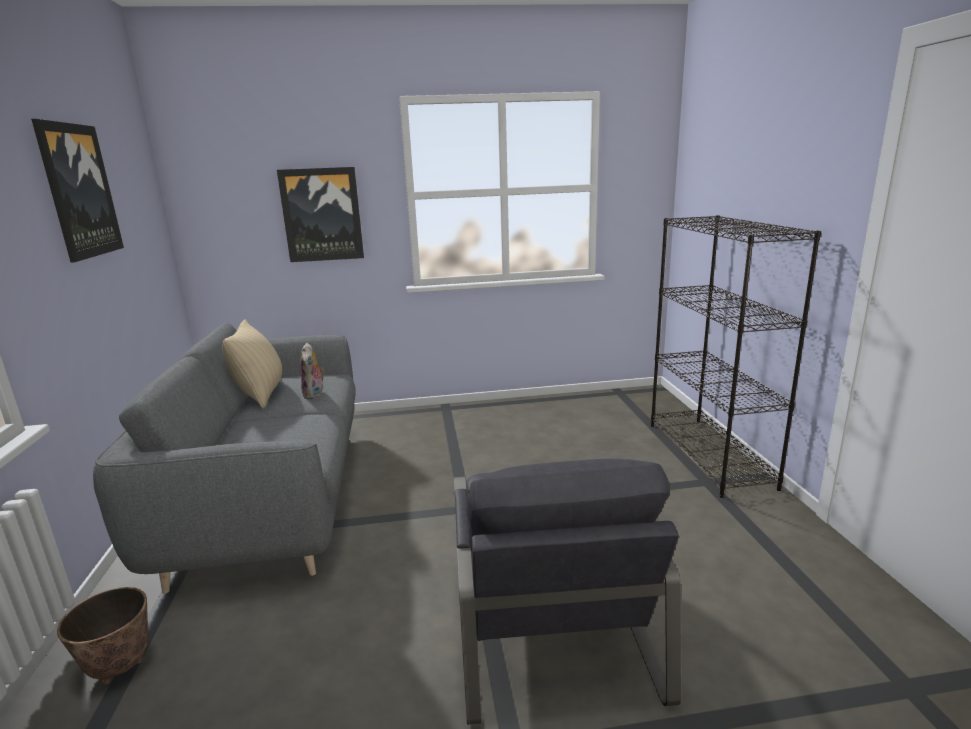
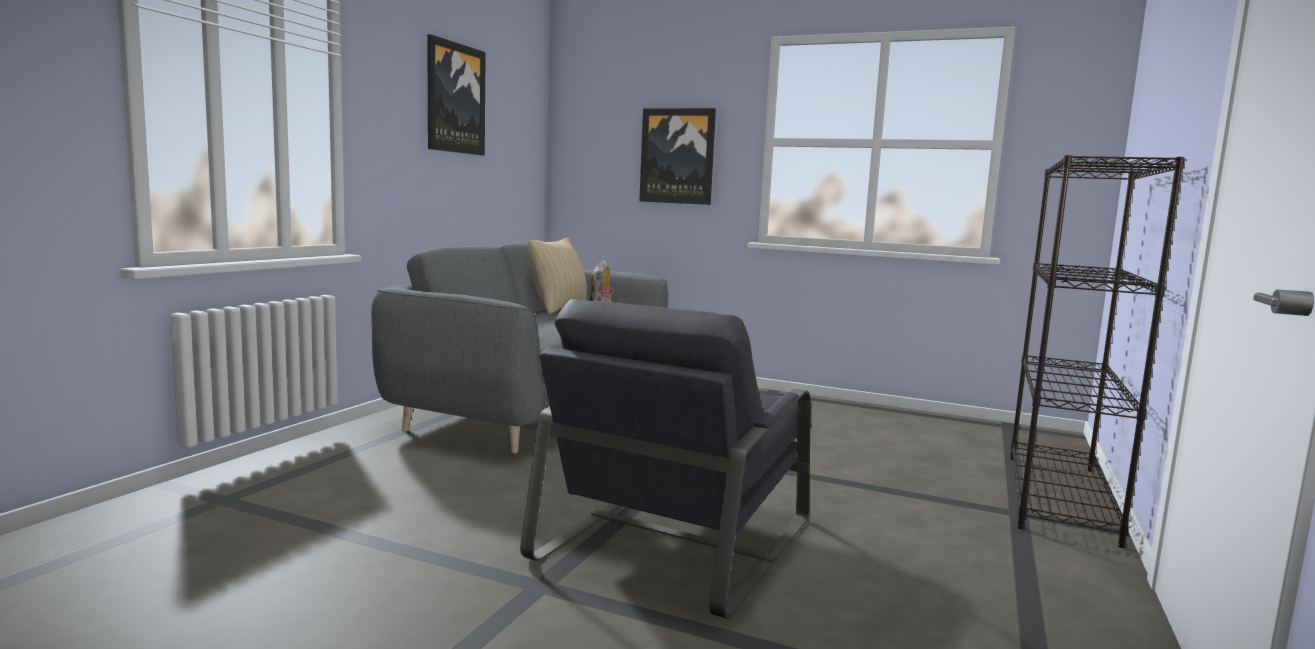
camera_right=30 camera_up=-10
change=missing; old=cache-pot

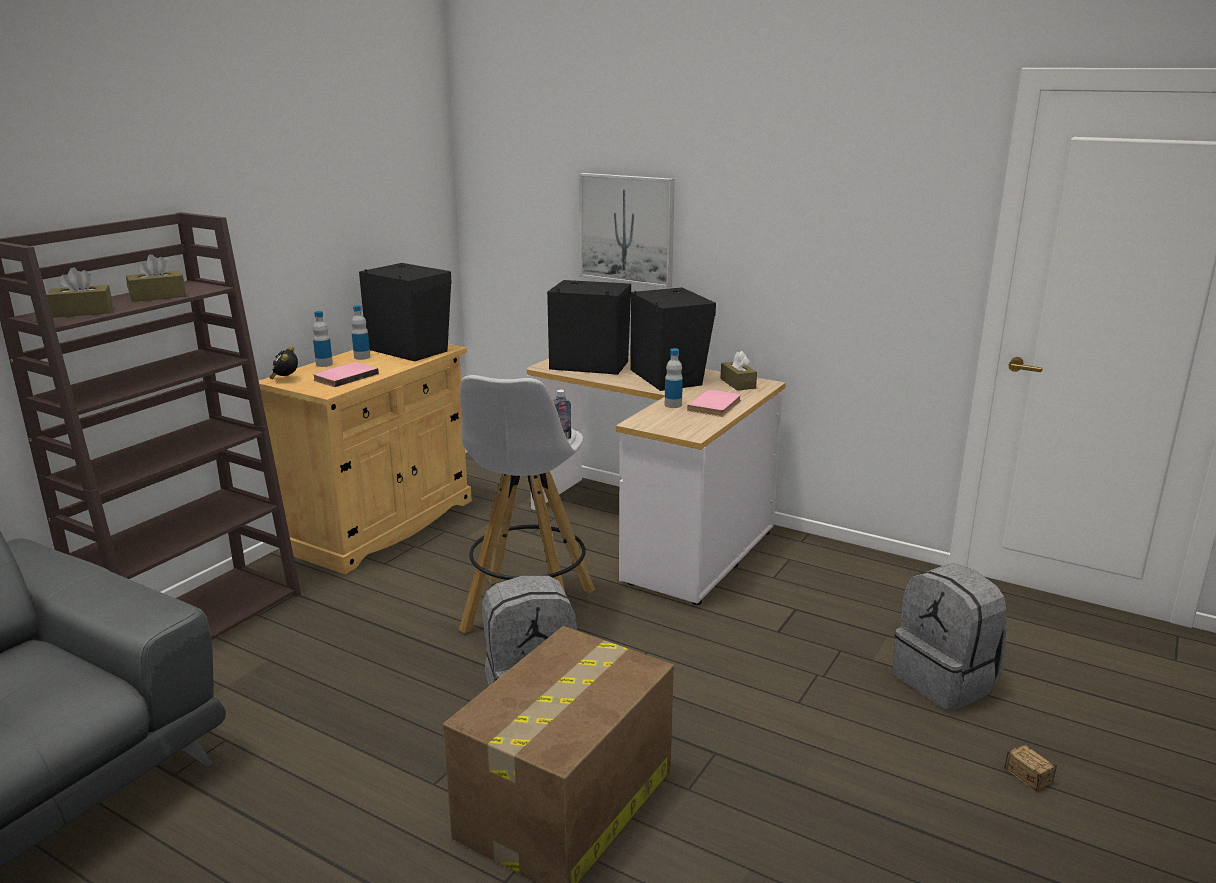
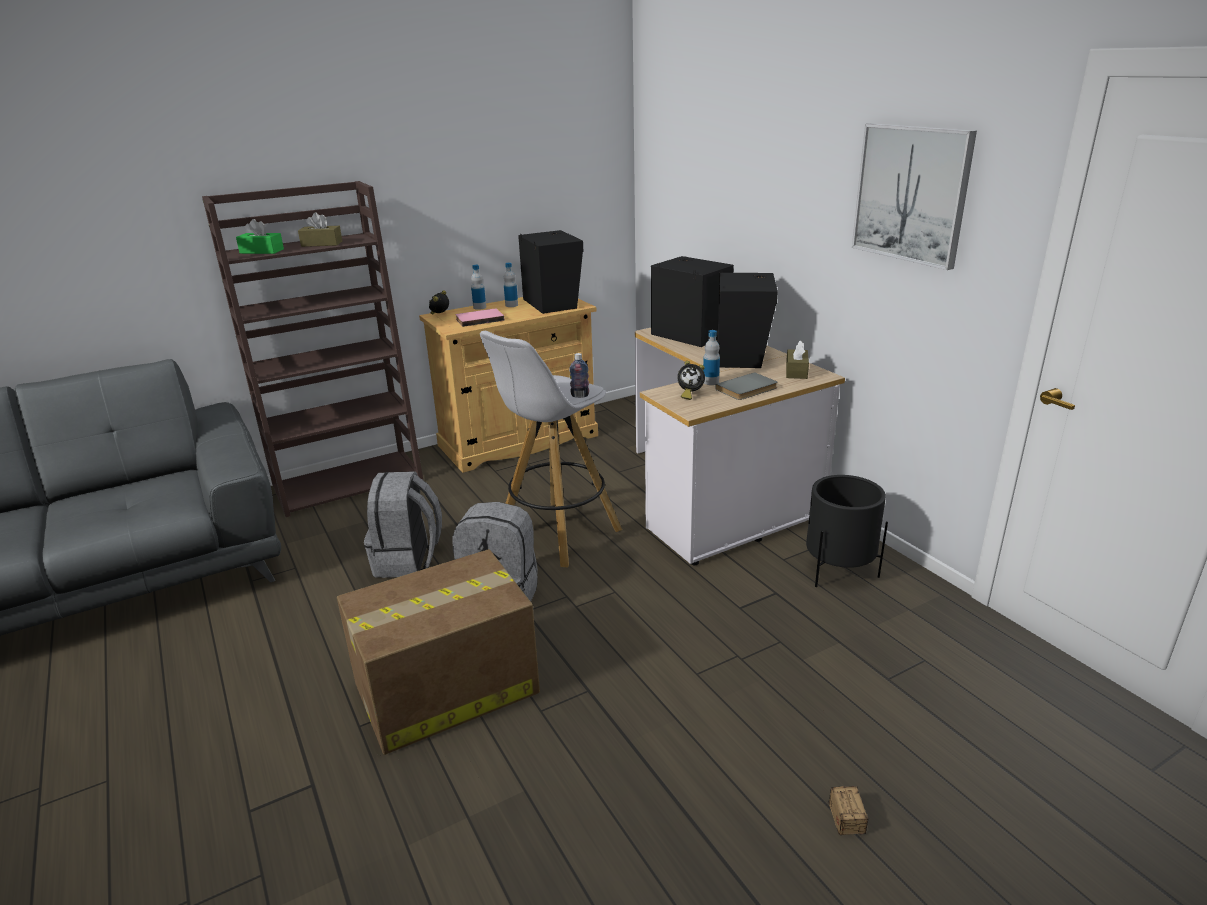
camera_right=30 camera_up=5
change=colour; old=boîte à mouchoirs (marron) (no. 1 from left); new=boîte à mouchoirs (vert)
change=relocated; old=sac à dos (gris) (no. 2 from left in the first image); new=sac à dos (gris) (no. 1 from left)
change=appeared; new=réveil (no. 2 from left)
change=colour; old=livre (rose) (no. 2 from left); new=livre (gris)
change=appeared; new=cache-pot (noir)
change=relocated; old=tableau

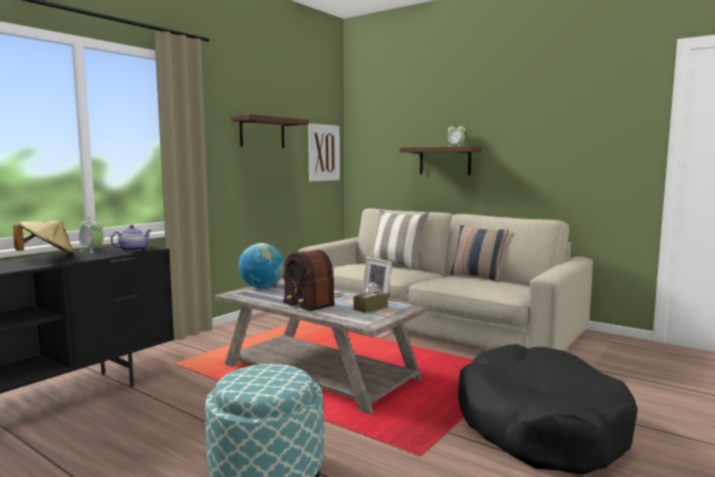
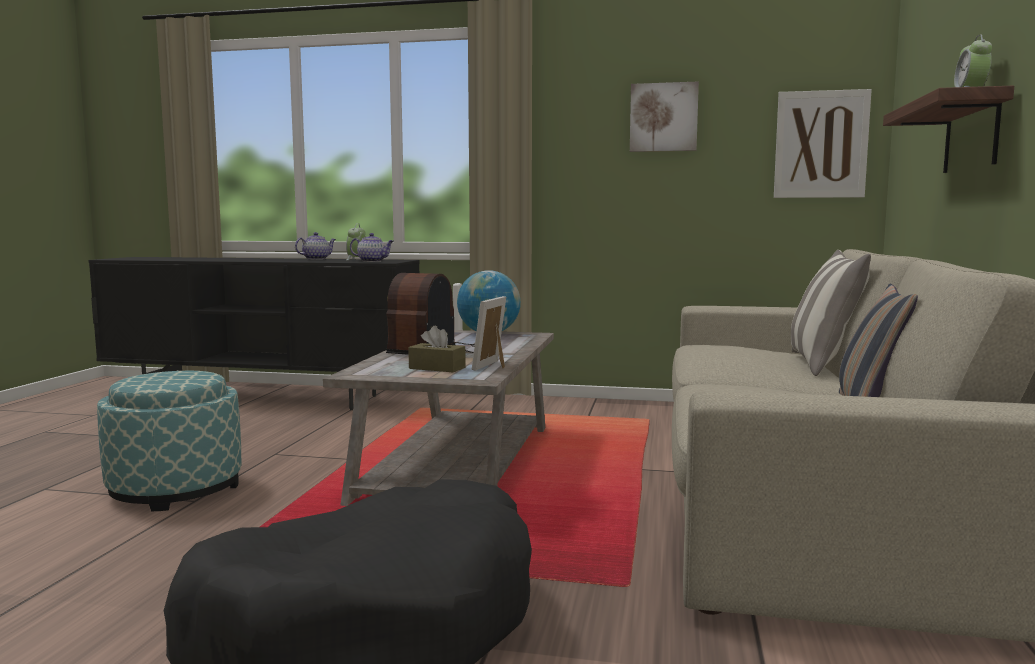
camera_right=65 camera_up=0
change=exchanged; old=chapeau (beige); new=théière (no. 1 from left)
change=exchanged; old=étagère (no. 1 from left); new=tableau (no. 1 from left)

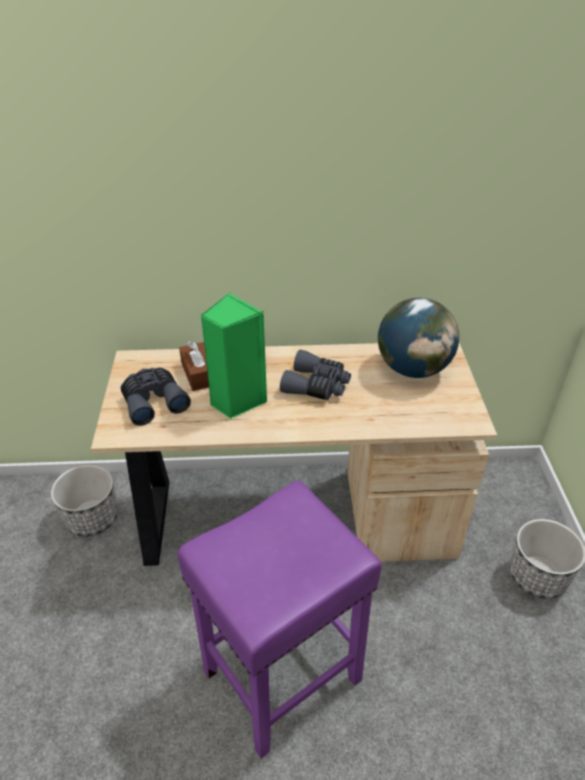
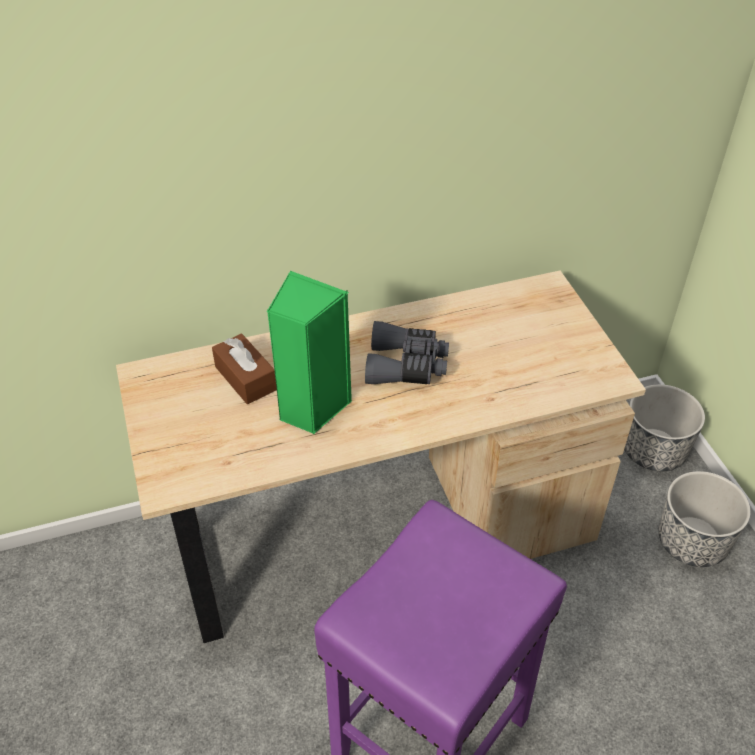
camera_right=-15 camera_up=5
change=relocated; old=cache-pot (no. 1 from left)
change=missing; old=jumelles (gris) (no. 1 from left)
change=missing; old=globe

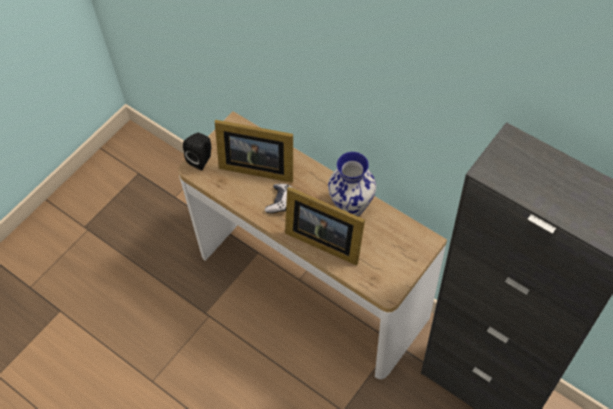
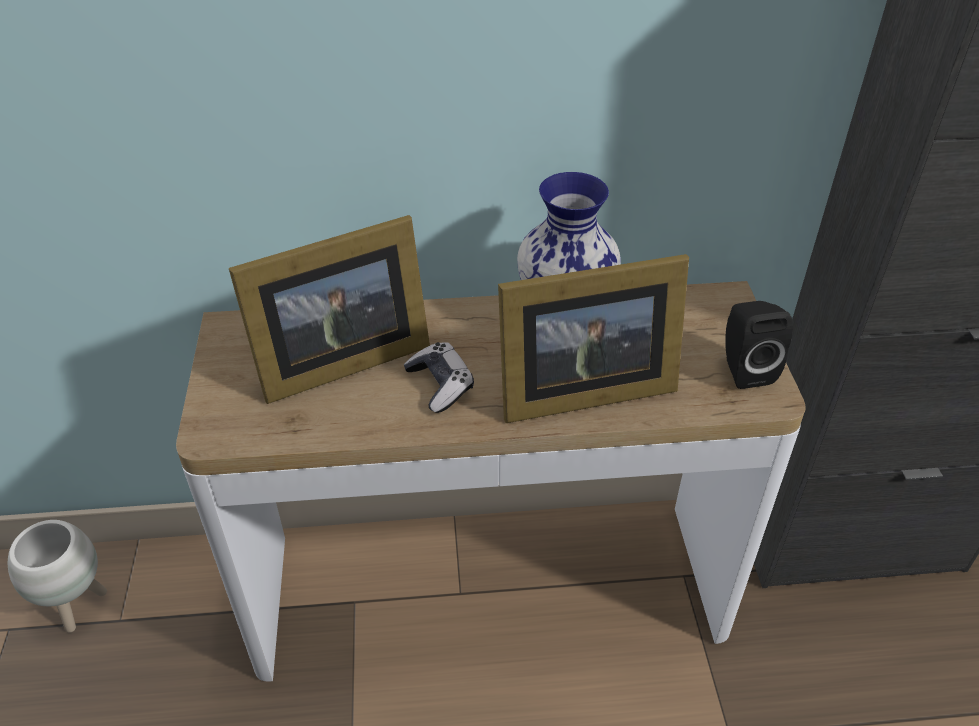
camera_right=-45 camera_up=-15
change=appeared; new=cache-pot (blanc)
change=relocated; old=enceinte (noir)

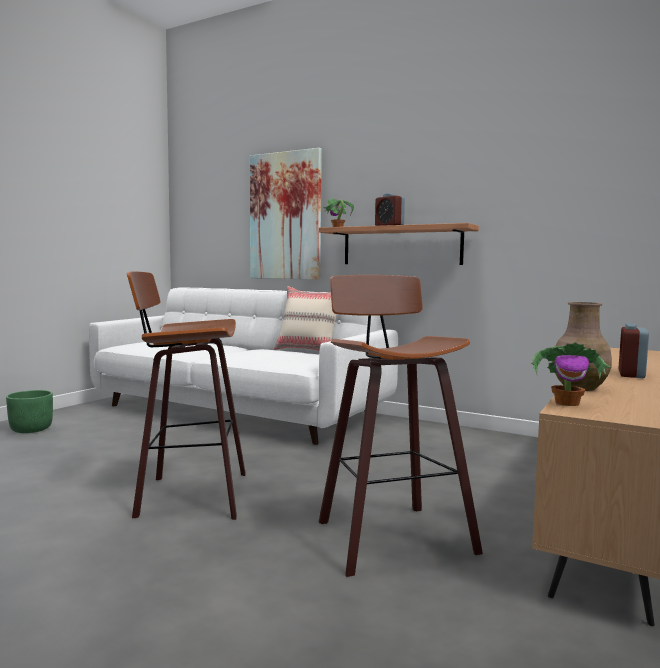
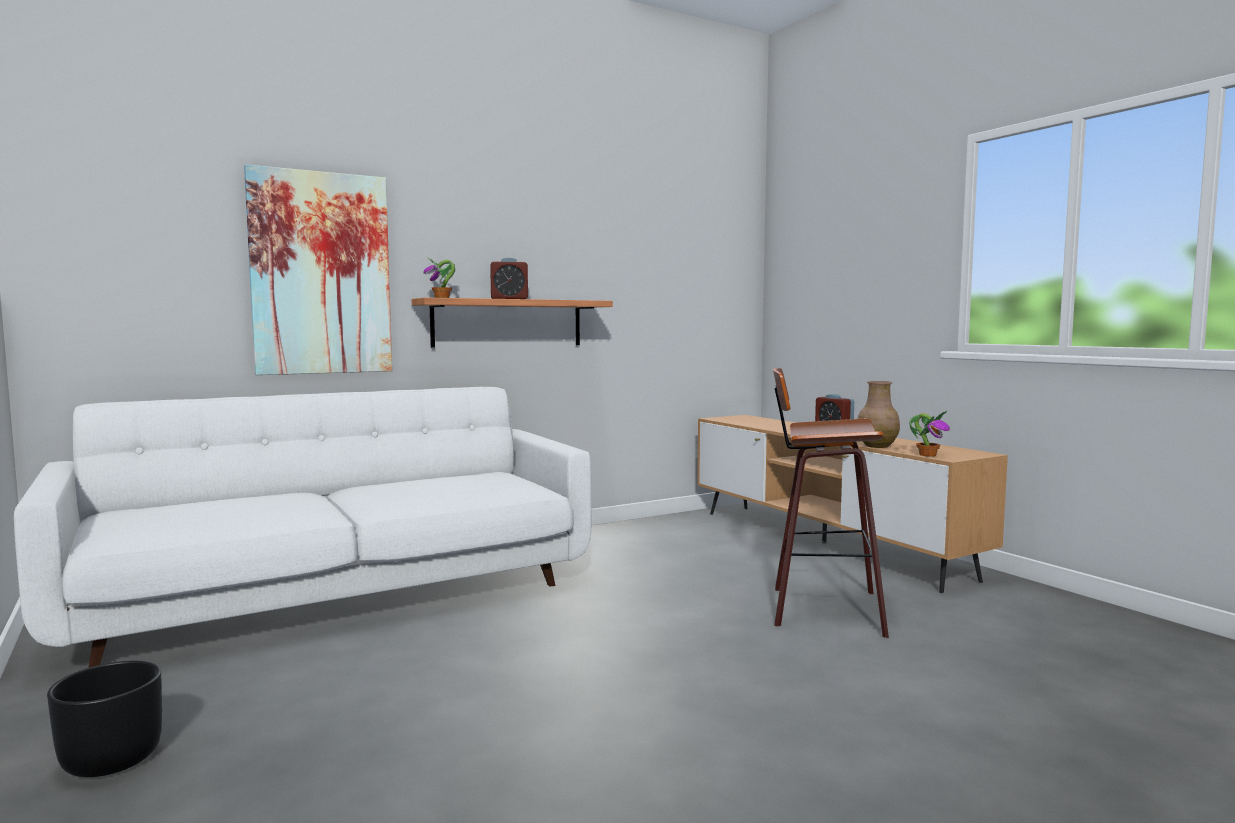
camera_right=-60 camera_up=0
change=colour; old=cache-pot (vert); new=cache-pot (noir)
change=missing; old=tabouret (no. 1 from left)
change=missing; old=coussin (beige)

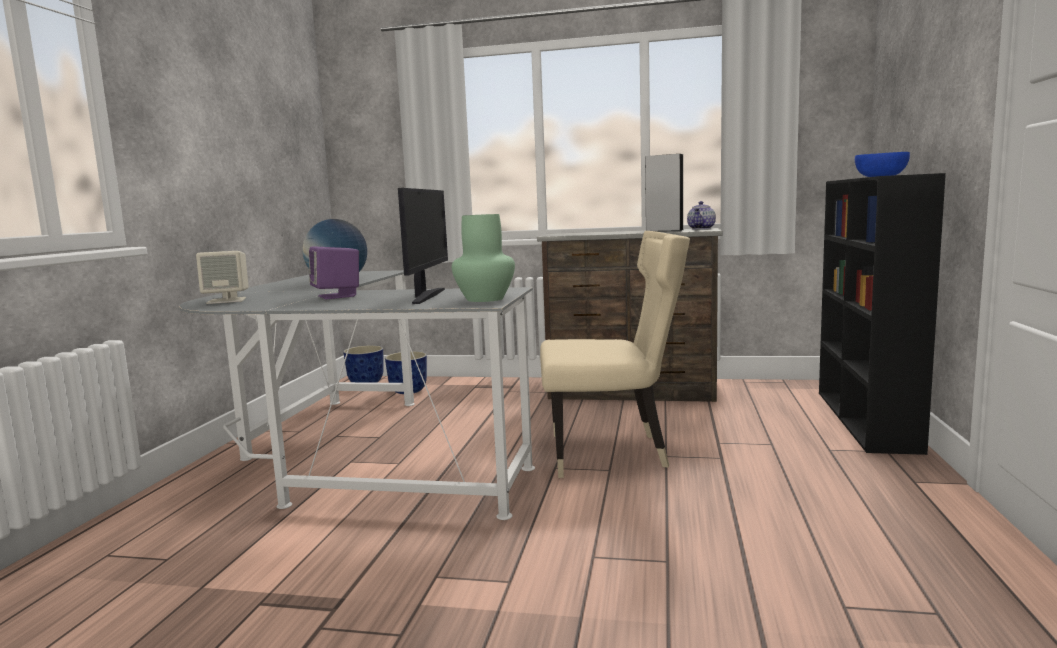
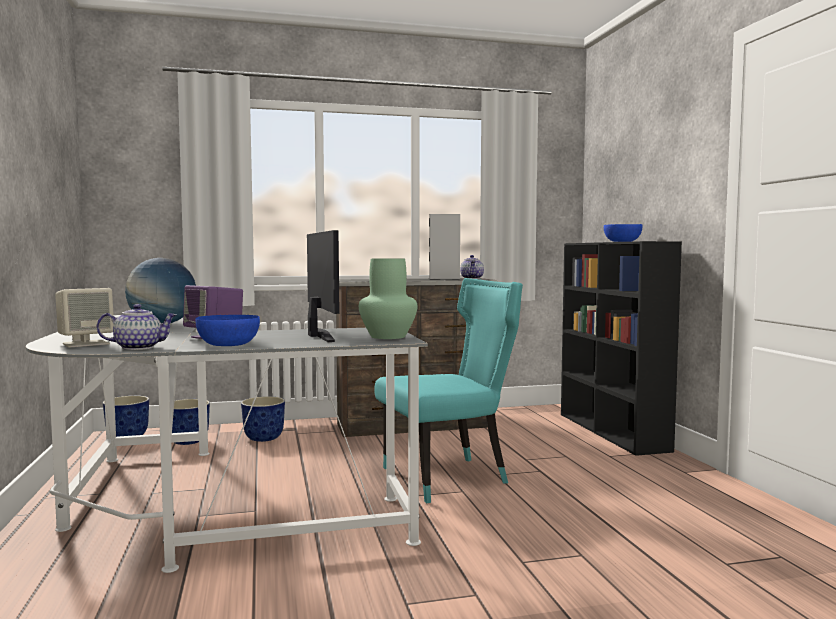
camera_right=-25 camera_up=-5
change=appeared; new=théière (no. 1 from left)
change=appeared; new=bol (bleu) (no. 1 from left)
change=appeared; new=cache-pot (no. 3 from left)
change=colour; old=chaise (beige); new=chaise (turquoise)

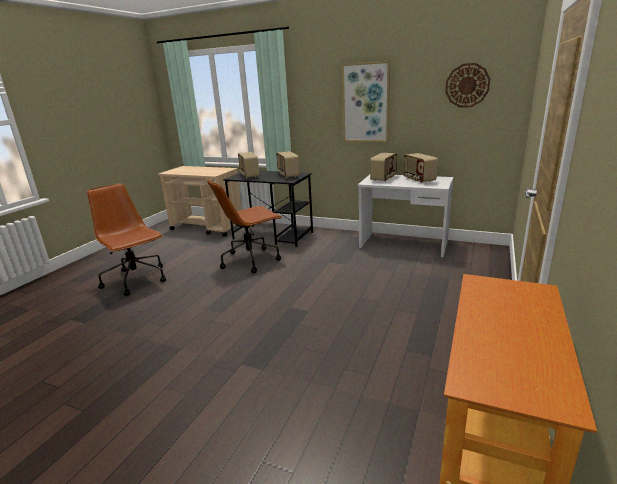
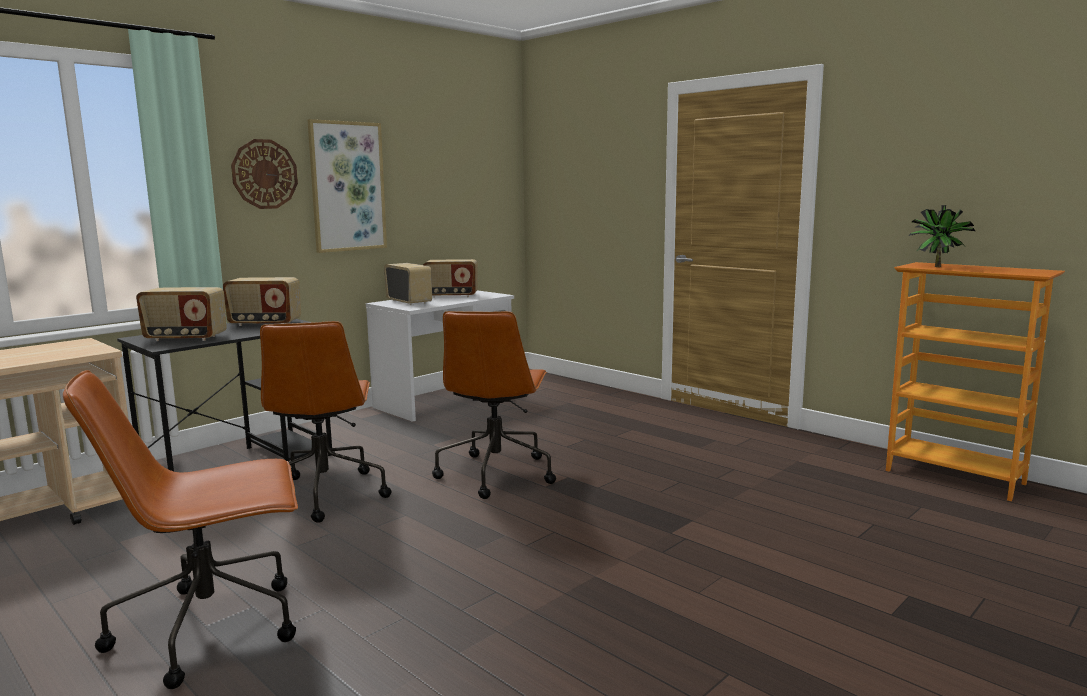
camera_right=-70 camera_up=-10
change=relocated; old=horloge murale
change=appeared; new=chaise de bureau (marron) (no. 3 from left)
change=appeared; new=plante en pot

